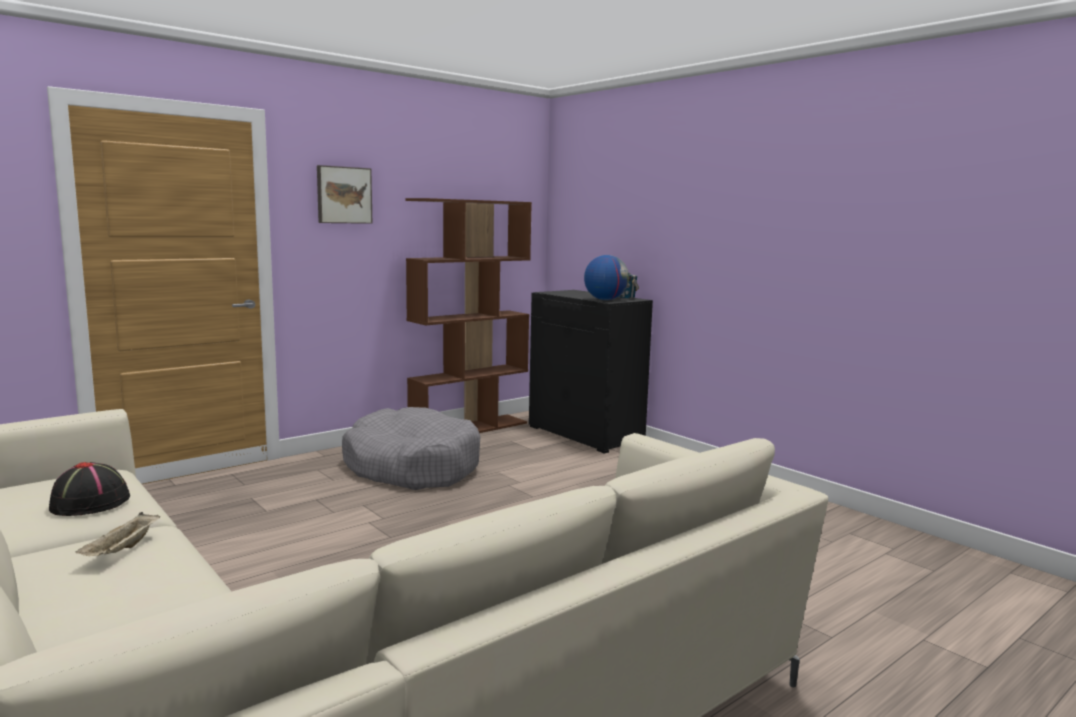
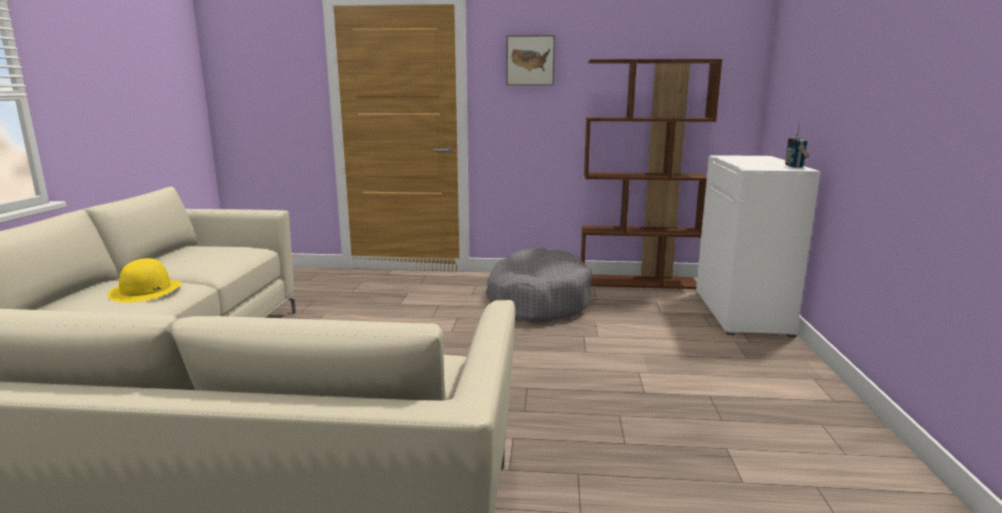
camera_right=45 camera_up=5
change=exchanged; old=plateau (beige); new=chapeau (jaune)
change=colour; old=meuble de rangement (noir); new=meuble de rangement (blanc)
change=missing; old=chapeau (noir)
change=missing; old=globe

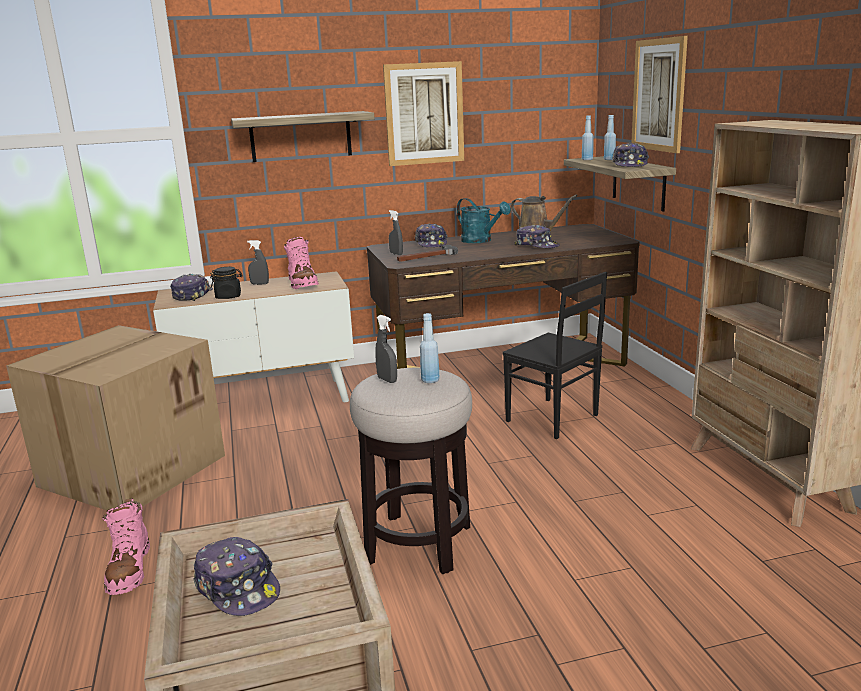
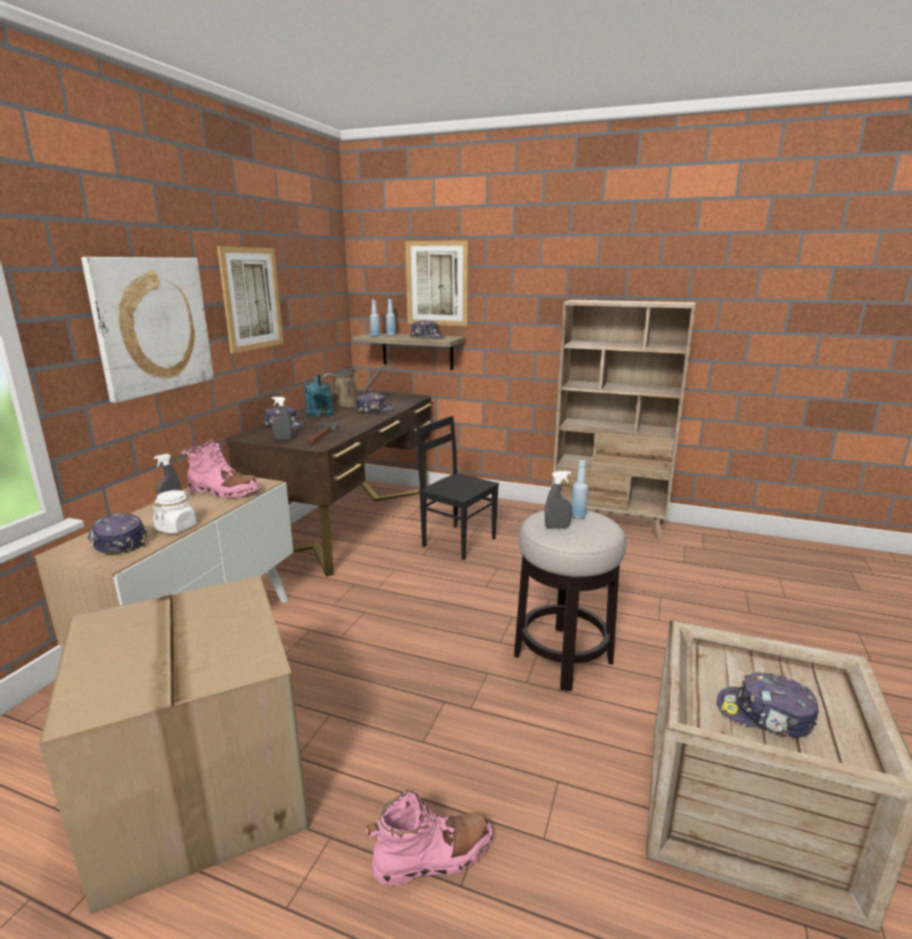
camera_right=-55 camera_up=0
change=exchanged; old=étagère (no. 1 from left); new=tableau (no. 1 from left)
change=colour; old=bocal (noir); new=bocal (blanc)
change=spun; old=arrosoir (turquoise); degrees=90
change=spun; old=botte (rose) (no. 1 from left in the first image); degrees=-45
change=spun; old=chaise (noir); degrees=-135
change=spun; old=casquette (no. 2 from left in the first image); degrees=-150

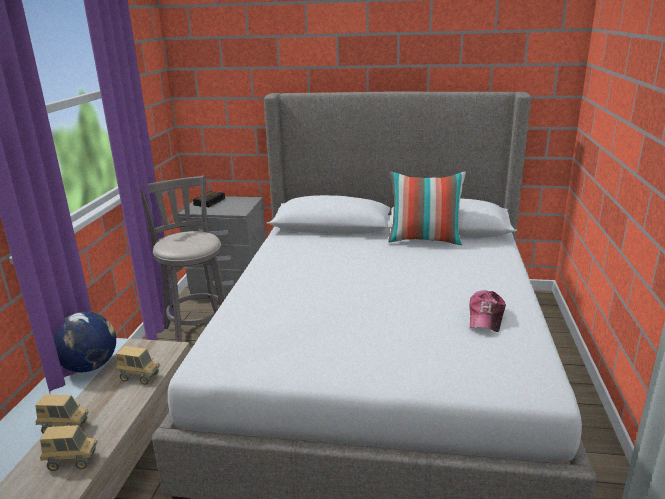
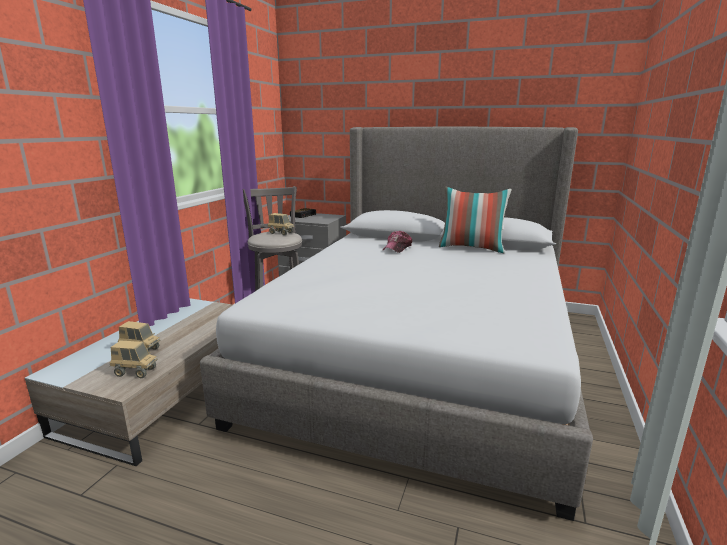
camera_right=10 camera_up=-5
change=relocated; old=camion jouet (no. 3 from left)
change=relocated; old=casquette
change=missing; old=globe

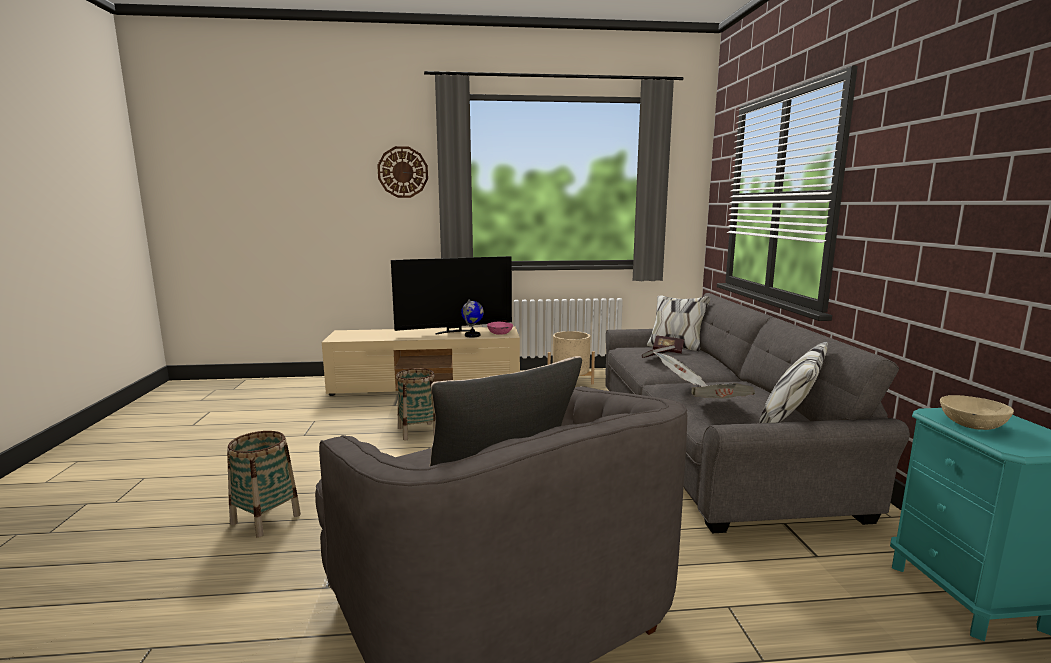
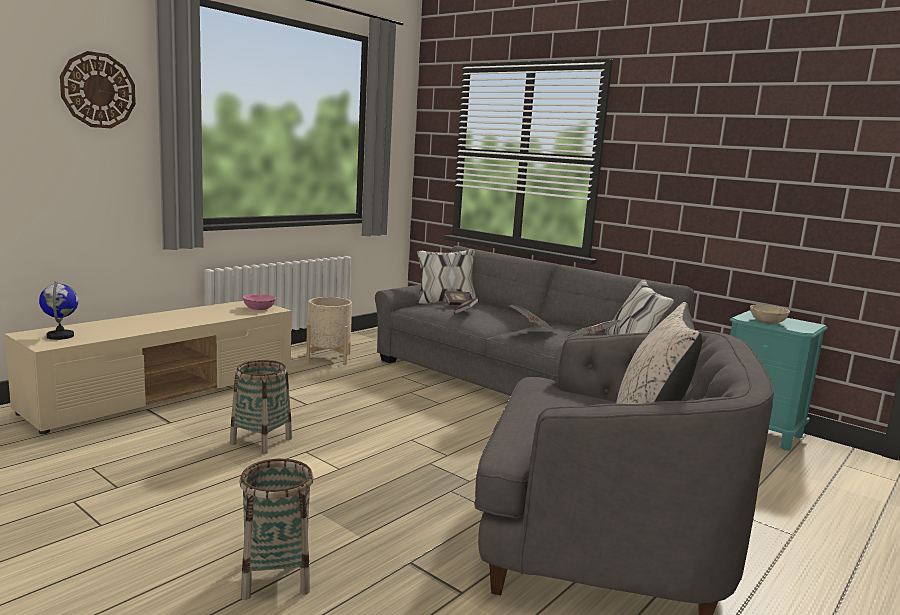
camera_right=-45 camera_up=0
change=relocated; old=globe
change=missing; old=téléviseur

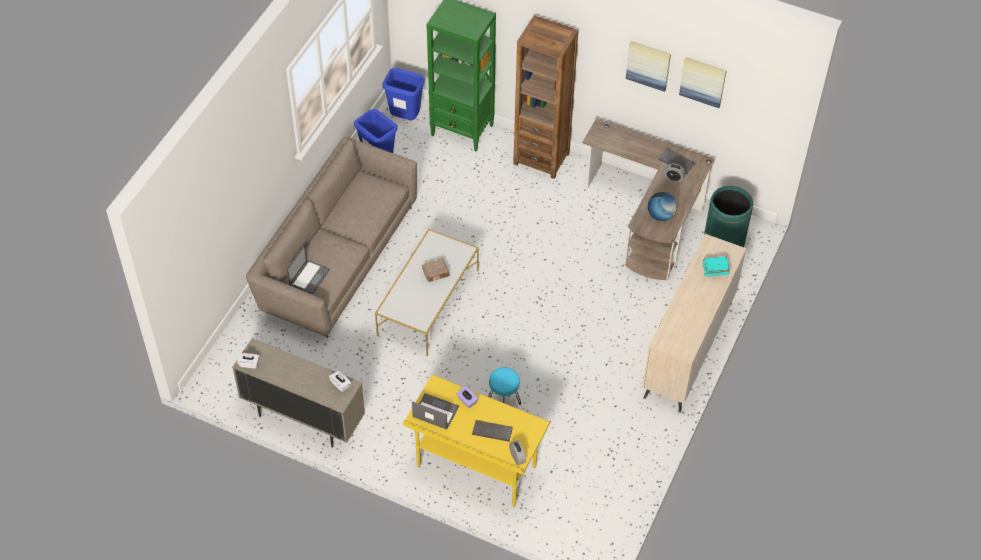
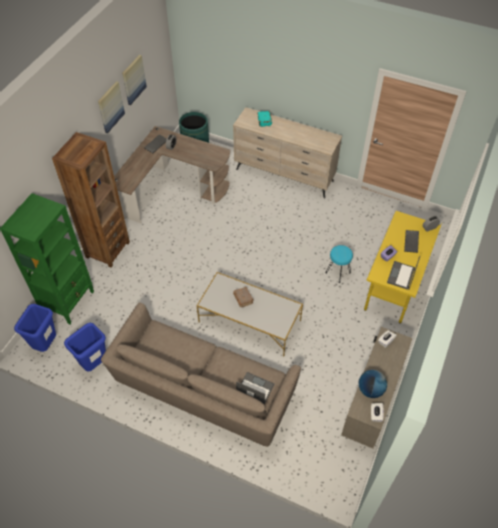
camera_right=-90 camera_up=0
change=relocated; old=globe

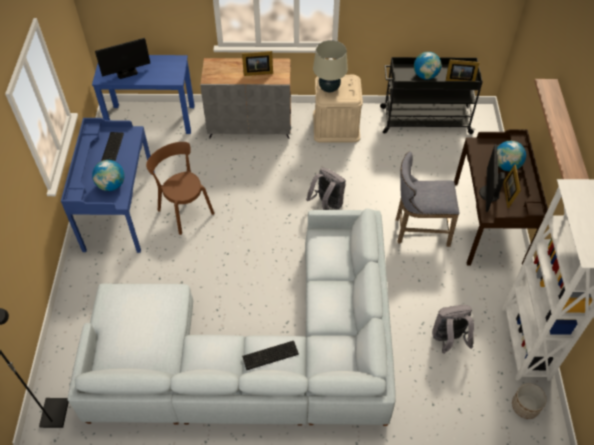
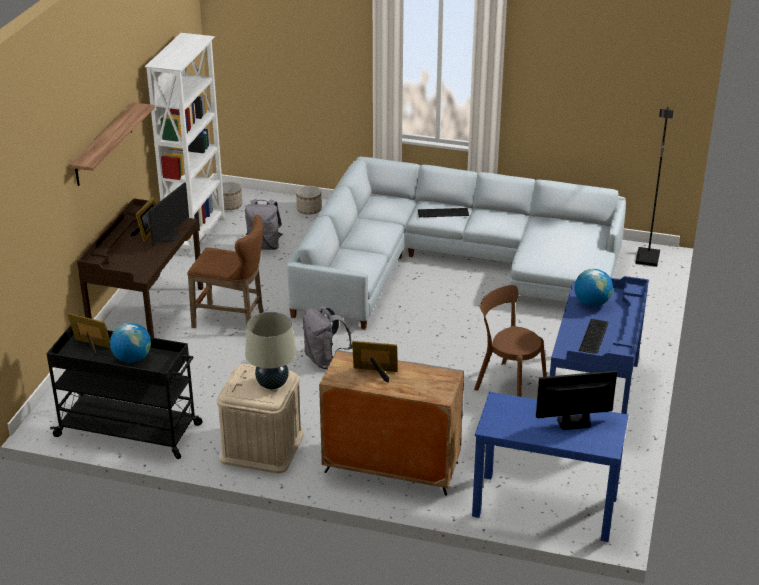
camera_right=-165 camera_up=-20
change=colour; old=tabouret (gris); new=tabouret (marron)
change=appeared; new=cache-pot (no. 2 from left)
change=spun; old=chaise (marron); degrees=150
change=missing; old=globe (no. 3 from left)

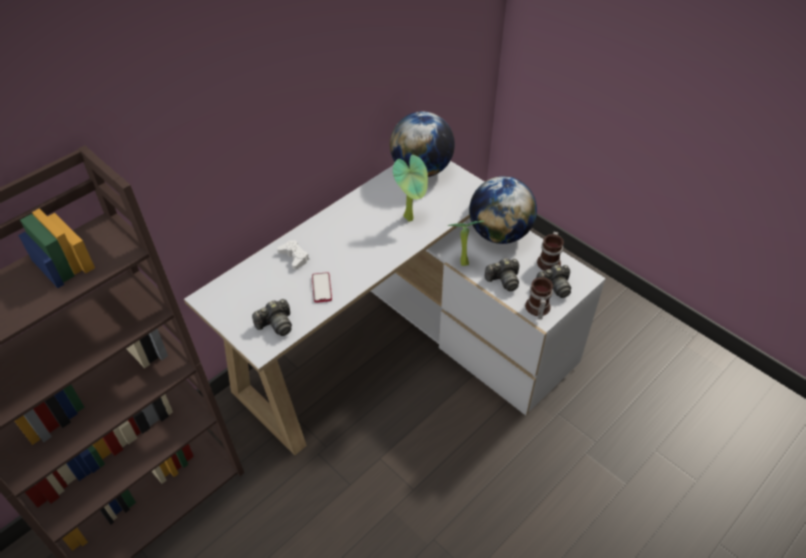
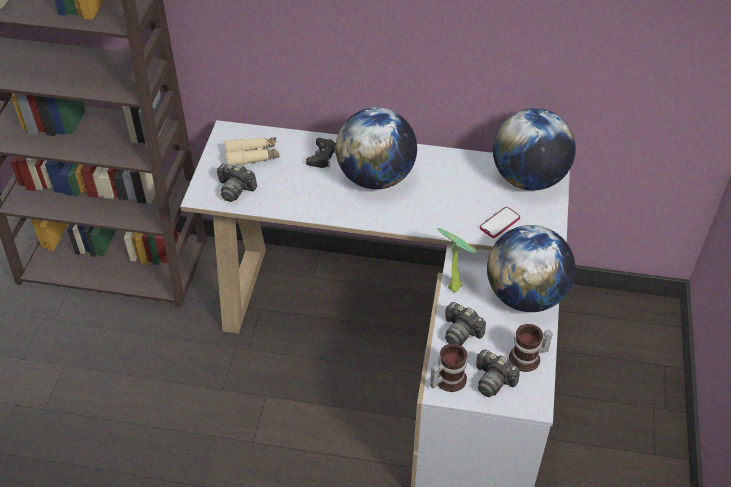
camera_right=55 camera_up=0
change=appeared; new=jumelles (beige)
change=colour; old=manette (blanc); new=manette (noir)
change=appeared; new=globe (no. 1 from left)
change=relocated; old=téléphone
change=missing; old=plante en pot (no. 1 from left)

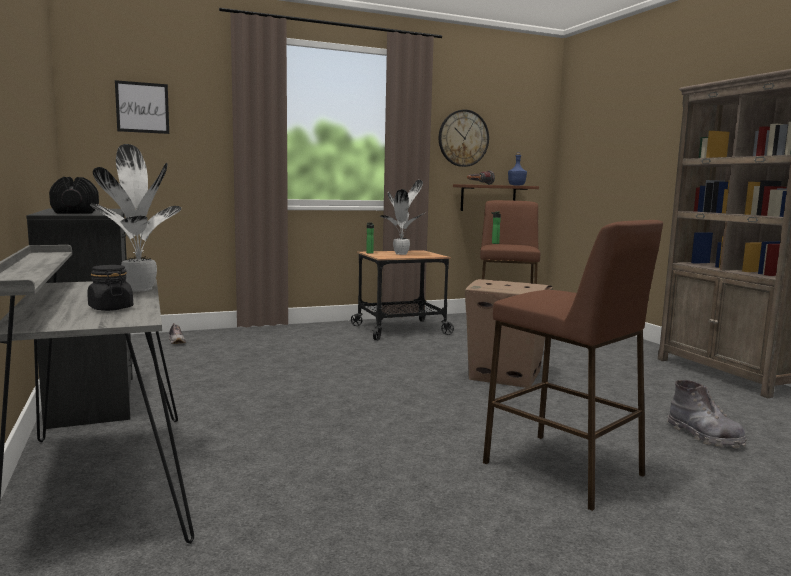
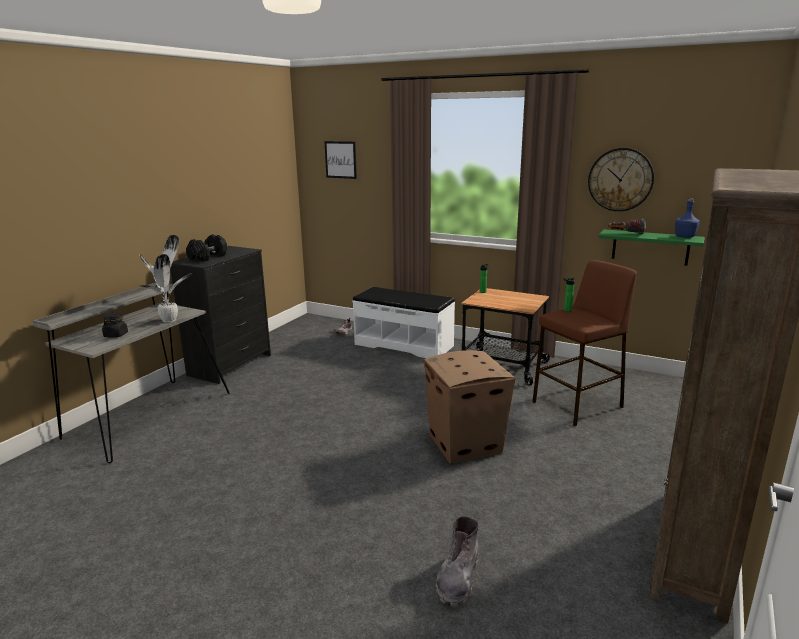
camera_right=50 camera_up=10
change=appeared; new=banc (blanc)
change=colour; old=étagère (marron); new=étagère (vert)
change=missing; old=plante en pot (no. 2 from left)
change=missing; old=tabouret (marron) (no. 2 from left)

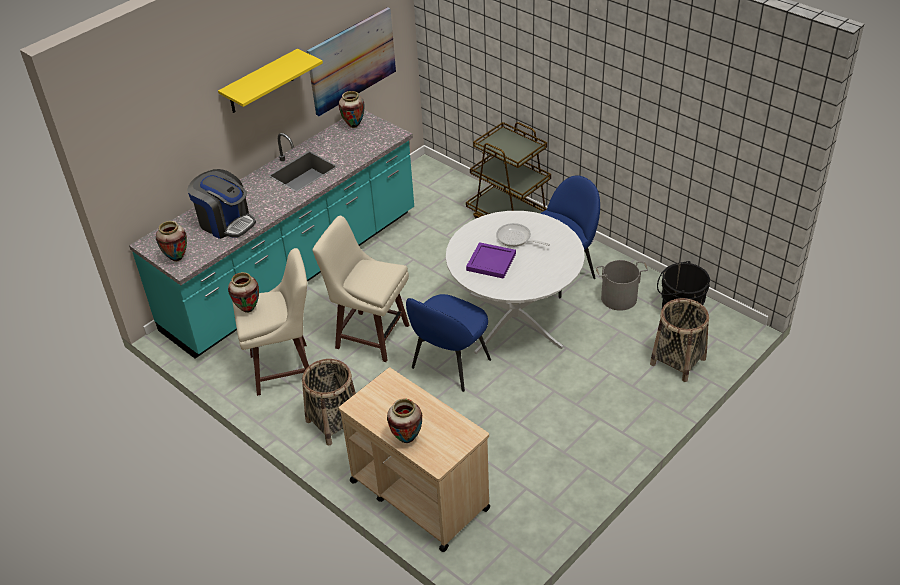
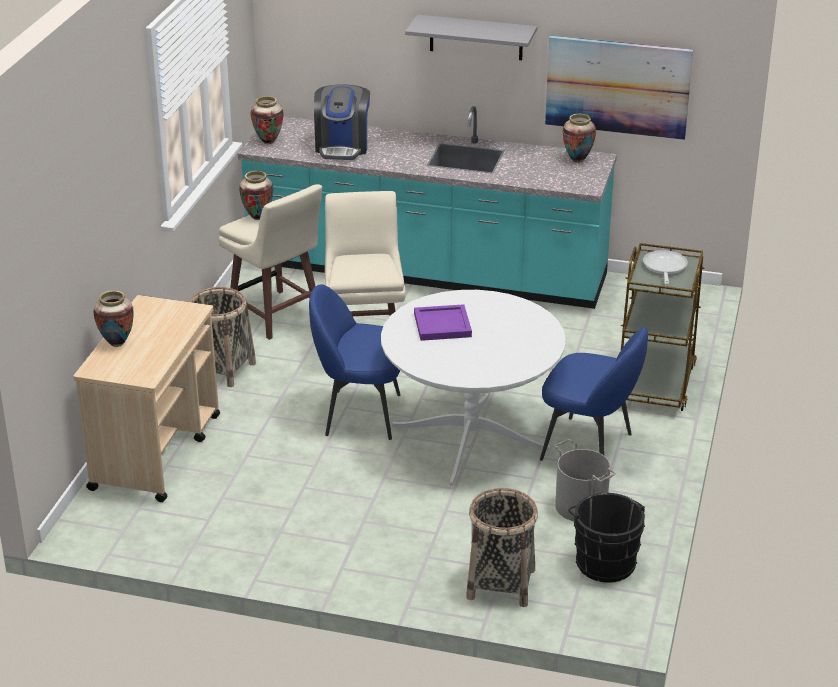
camera_right=60 camera_up=-10
change=colour; old=étagère (jaune); new=étagère (gris)
change=relocated; old=poêle

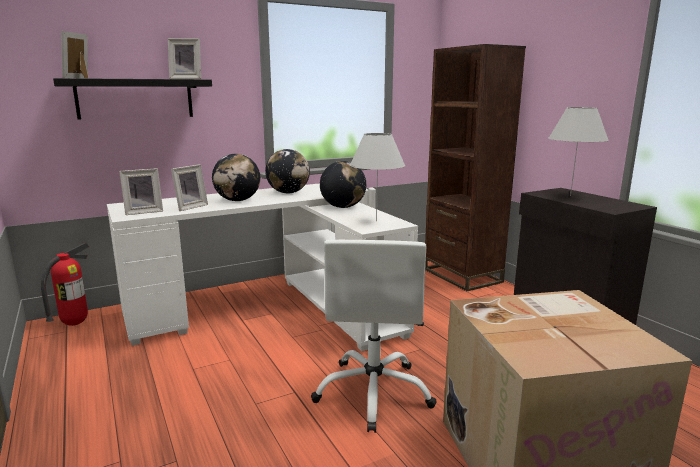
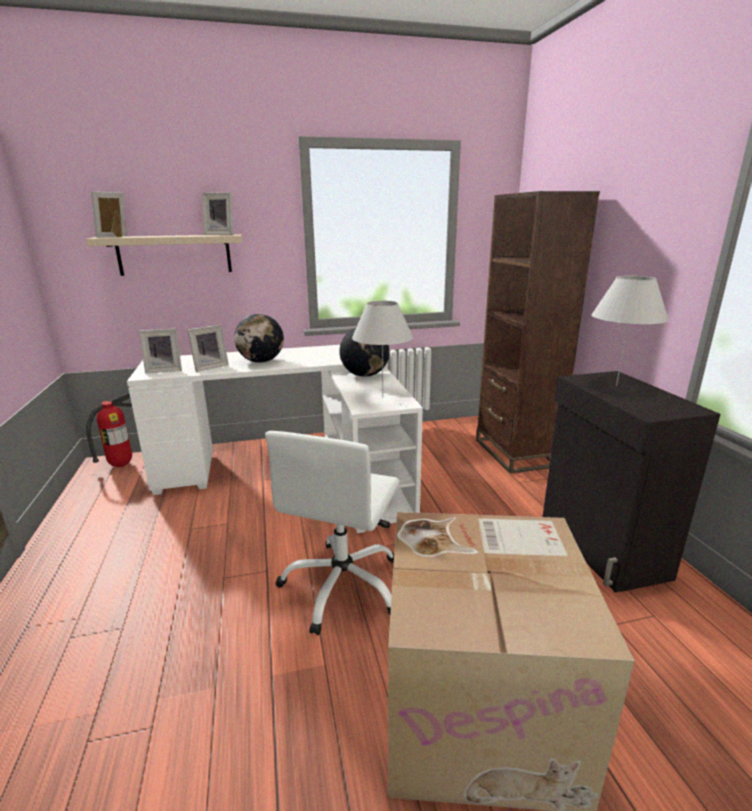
camera_right=15 camera_up=5
change=colour; old=étagère (noir); new=étagère (beige)
change=missing; old=globe (no. 2 from left)

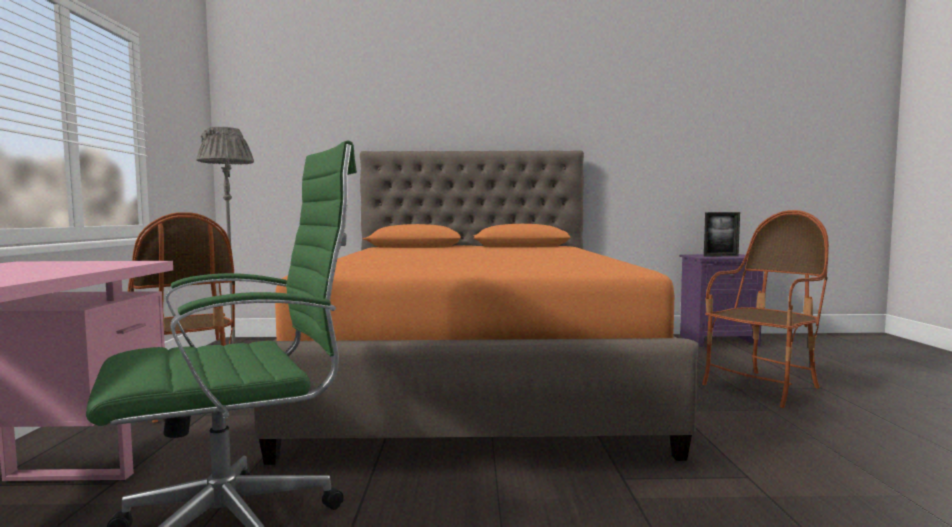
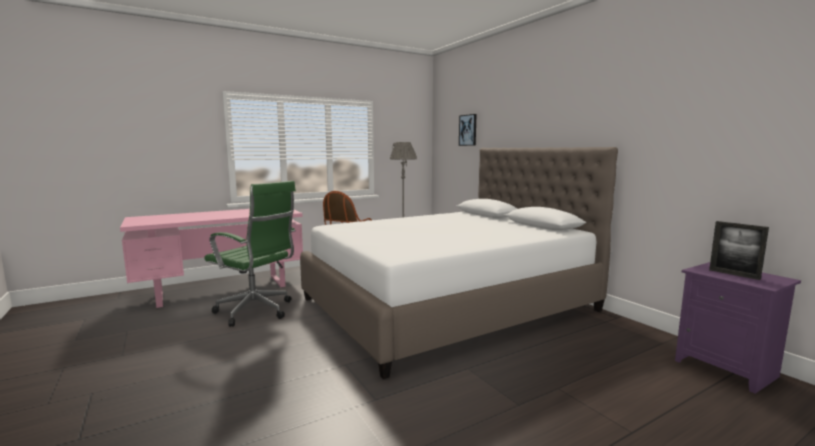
camera_right=60 camera_up=5
change=colour; old=lit (orange); new=lit (blanc)
change=appeared; new=tableau
change=missing; old=fauteuil (no. 2 from left)

